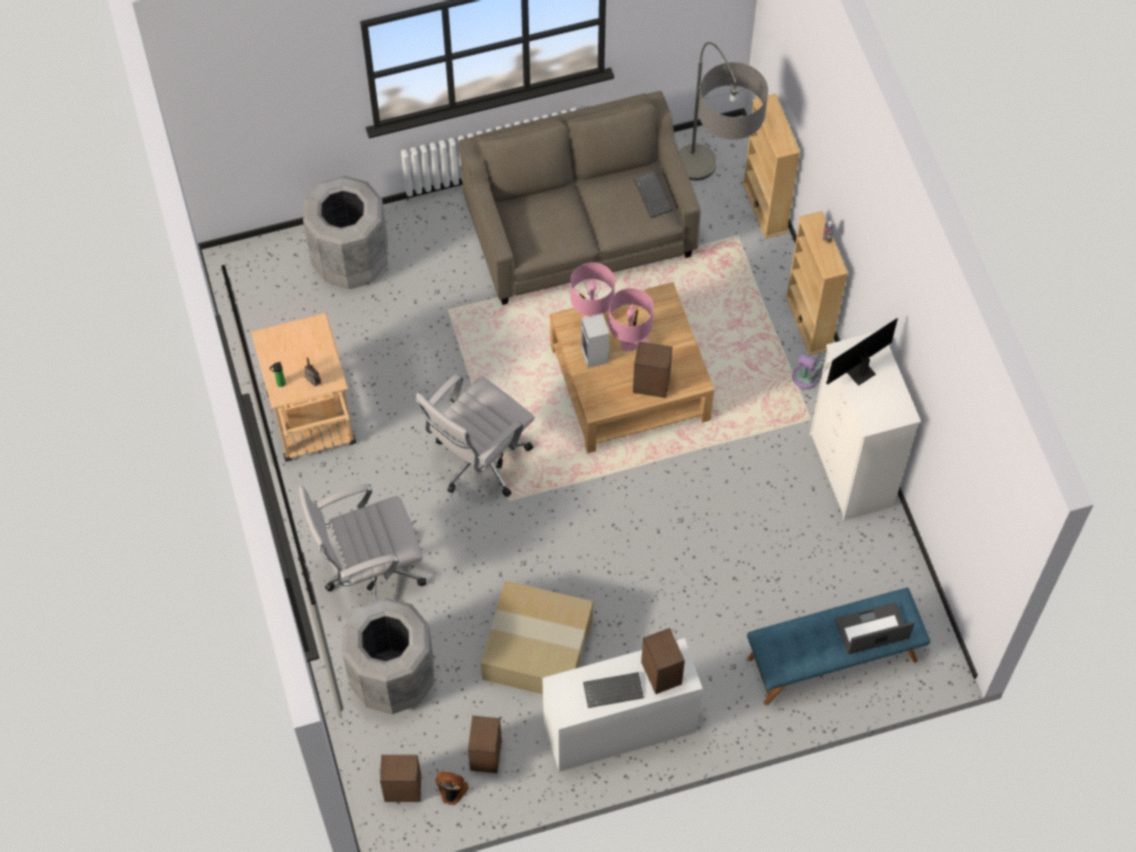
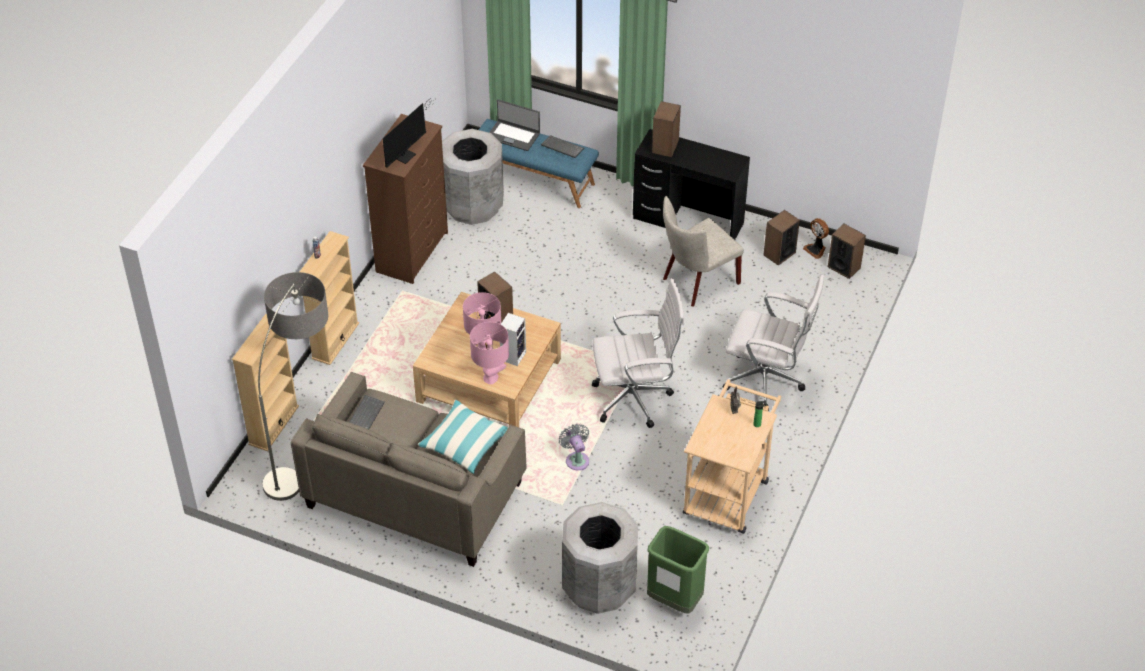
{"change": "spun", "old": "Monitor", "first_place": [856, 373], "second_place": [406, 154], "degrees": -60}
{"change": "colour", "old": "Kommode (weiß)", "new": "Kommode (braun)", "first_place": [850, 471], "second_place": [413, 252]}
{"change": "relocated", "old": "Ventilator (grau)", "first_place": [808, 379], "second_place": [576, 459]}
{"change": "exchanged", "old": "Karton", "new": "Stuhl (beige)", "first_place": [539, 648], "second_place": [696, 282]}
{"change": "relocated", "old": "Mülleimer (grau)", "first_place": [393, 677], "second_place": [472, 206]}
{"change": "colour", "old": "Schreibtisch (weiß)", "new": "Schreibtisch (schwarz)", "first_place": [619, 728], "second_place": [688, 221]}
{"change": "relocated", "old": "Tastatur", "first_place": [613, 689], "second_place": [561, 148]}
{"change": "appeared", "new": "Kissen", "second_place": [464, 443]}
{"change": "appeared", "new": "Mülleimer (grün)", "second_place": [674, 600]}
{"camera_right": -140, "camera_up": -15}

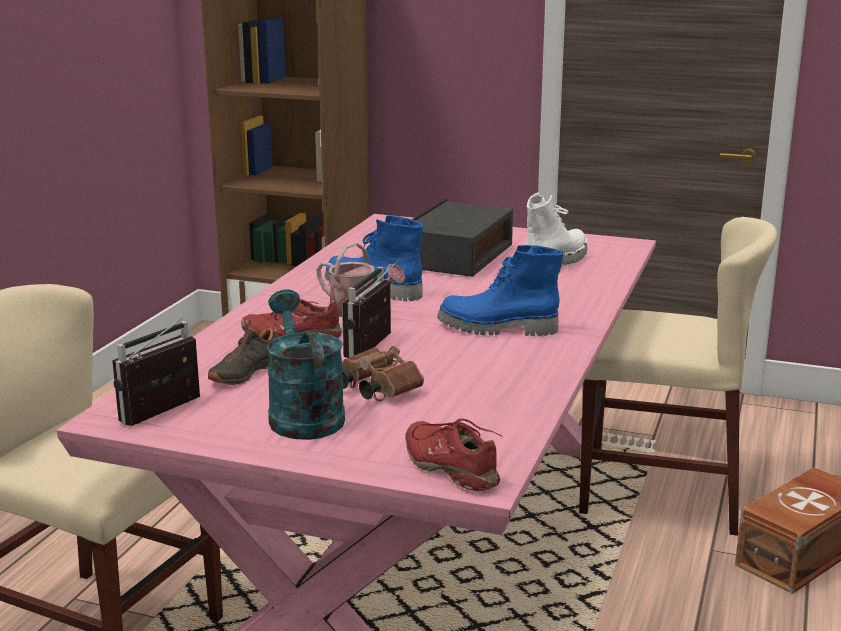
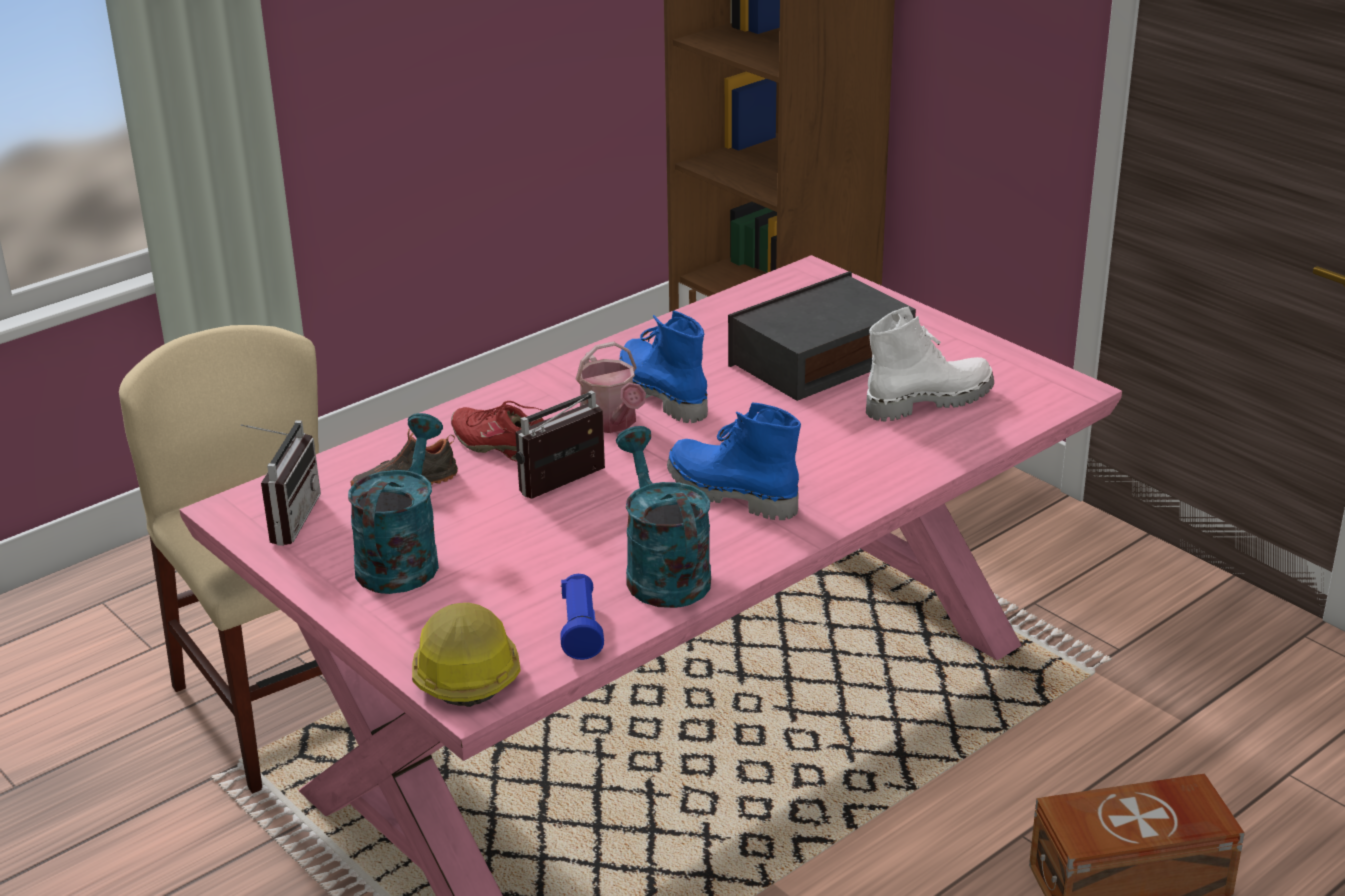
{"change": "missing", "old": "Stuhl (beige)", "first_place": [660, 493]}
{"change": "spun", "old": "Radio", "first_place": [166, 414], "second_place": [284, 519], "degrees": 120}
{"change": "missing", "old": "Fernglas (braun)", "first_place": [375, 389]}
{"change": "exchanged", "old": "Schuh (rot)", "new": "Schutzhelm", "first_place": [451, 467], "second_place": [464, 671]}
{"change": "appeared", "new": "Gießkanne (türkis)", "second_place": [662, 571]}
{"change": "appeared", "new": "Taschenlampe (blau)", "second_place": [581, 630]}
{"camera_right": 30, "camera_up": 10}

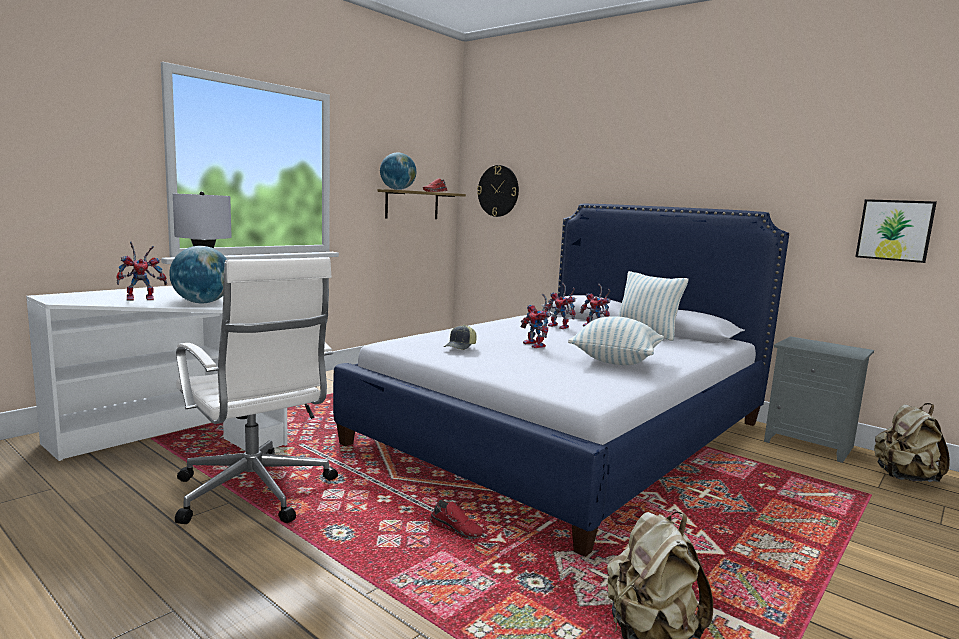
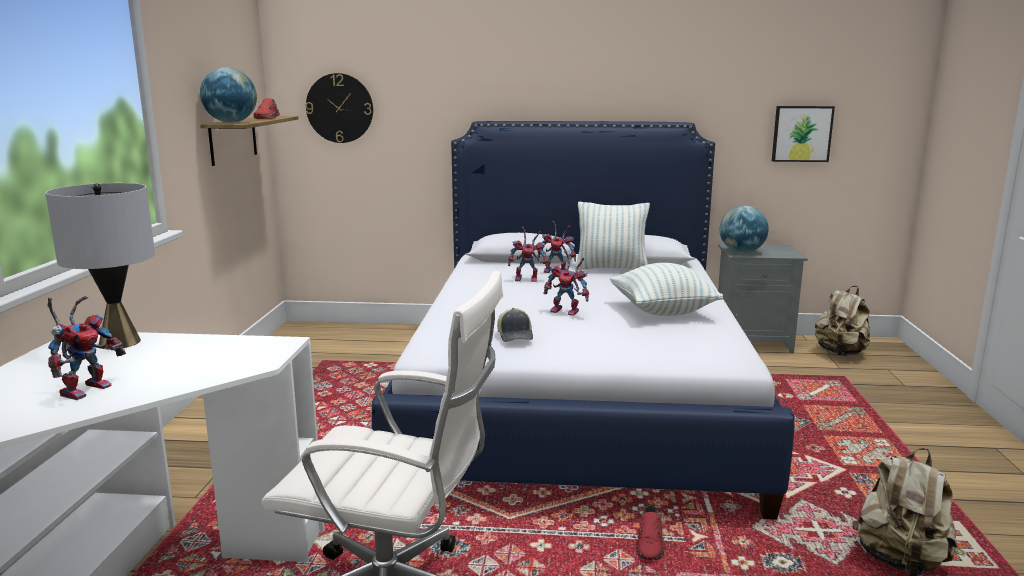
{"change": "relocated", "old": "Globus", "first_place": [202, 303], "second_place": [741, 252]}
{"change": "spun", "old": "Schuh (rot)", "first_place": [457, 529], "second_place": [651, 544], "degrees": 105}
{"camera_right": -35, "camera_up": 5}

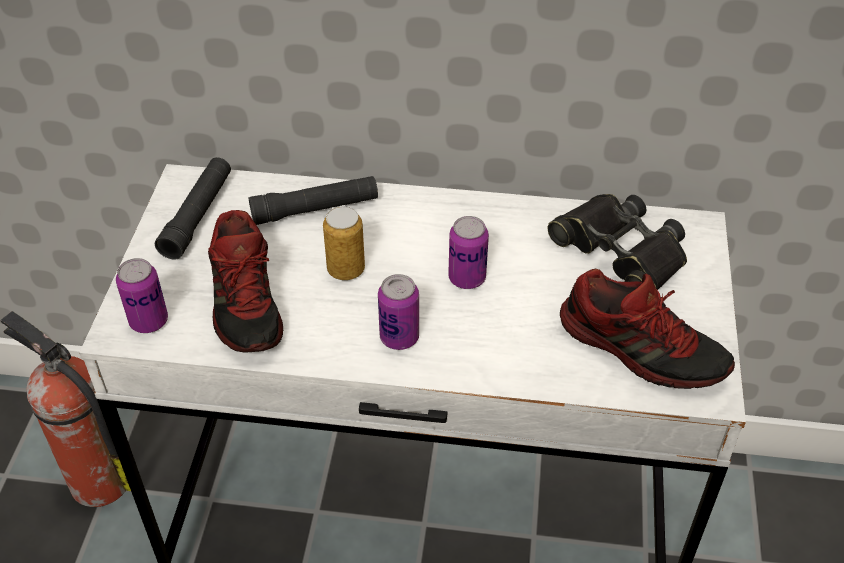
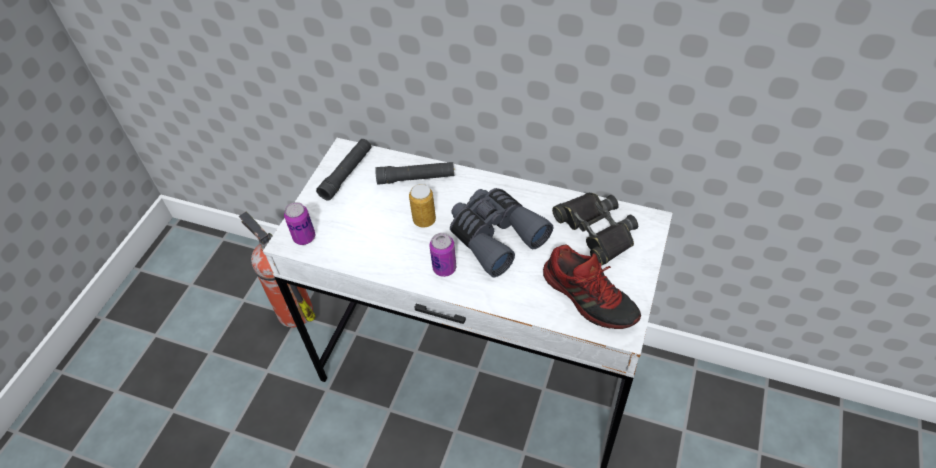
{"change": "missing", "old": "Schuh", "first_place": [248, 301]}
{"change": "exchanged", "old": "Dose", "new": "Fernglas (grau)", "first_place": [467, 278], "second_place": [495, 235]}
{"camera_right": 15, "camera_up": 5}

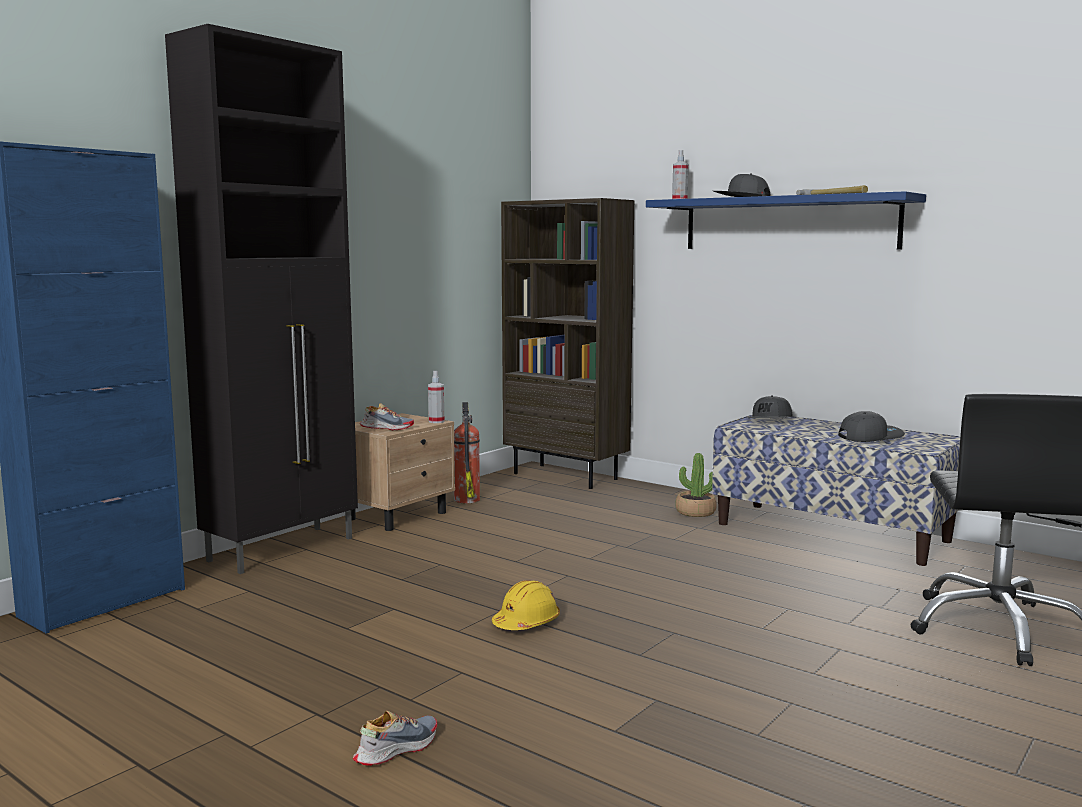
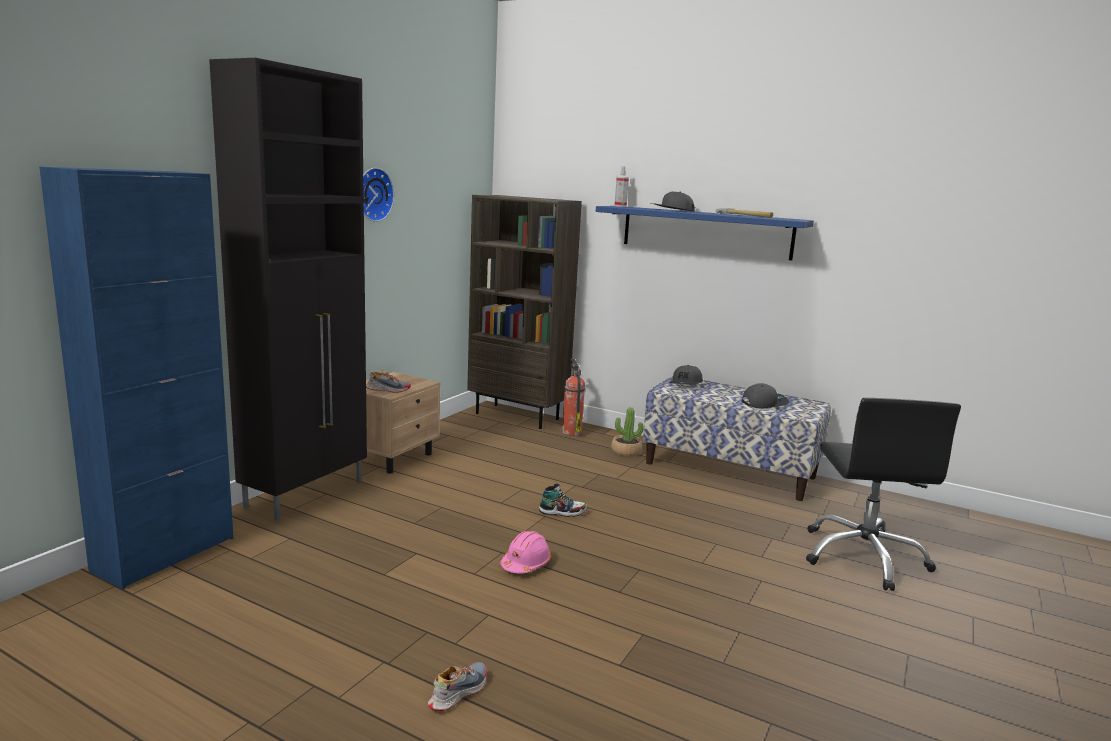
{"change": "missing", "old": "Sprühflasche", "first_place": [436, 421]}
{"change": "relocated", "old": "Feuerlöscher", "first_place": [466, 499], "second_place": [571, 432]}
{"change": "colour", "old": "Schutzhelm (gelb)", "new": "Schutzhelm (rosa)", "first_place": [526, 623], "second_place": [526, 564]}
{"change": "appeared", "new": "Wanduhr", "second_place": [372, 194]}
{"change": "appeared", "new": "Schuh", "second_place": [562, 512]}
{"camera_right": -10, "camera_up": 5}

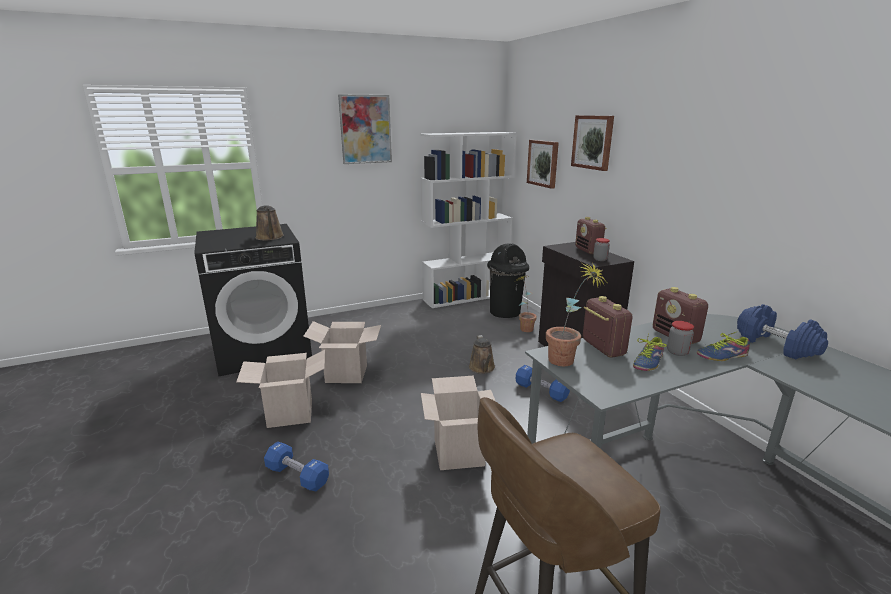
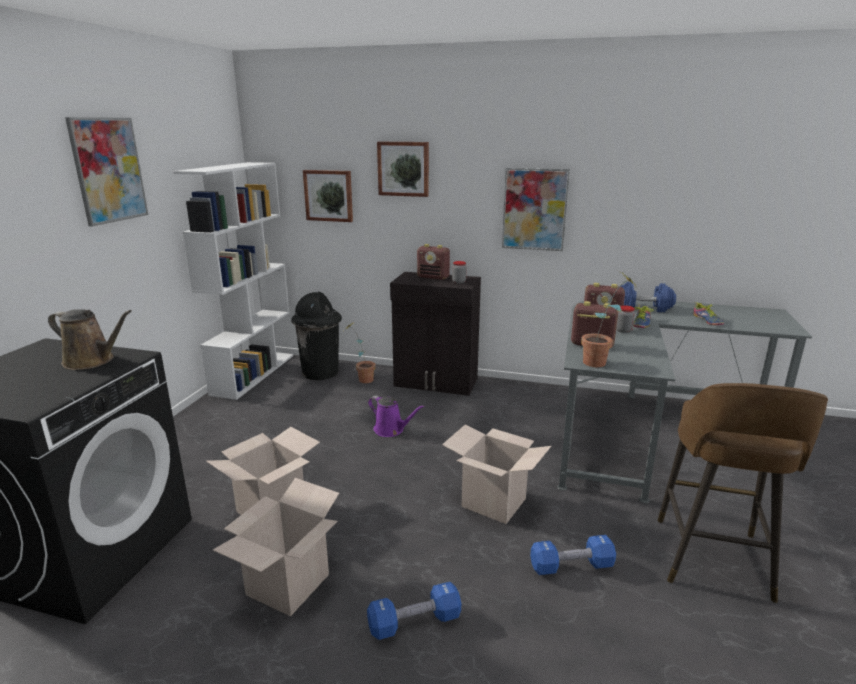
{"change": "relocated", "old": "Schuh", "first_place": [646, 361], "second_place": [706, 320]}
{"change": "colour", "old": "Gießkanne (braun)", "new": "Gießkanne (lila)", "first_place": [482, 368], "second_place": [391, 430]}
{"change": "relocated", "old": "Hantel (blau)", "first_place": [541, 391], "second_place": [571, 566]}
{"change": "appeared", "new": "Bild", "second_place": [534, 209]}
{"camera_right": -50, "camera_up": 0}

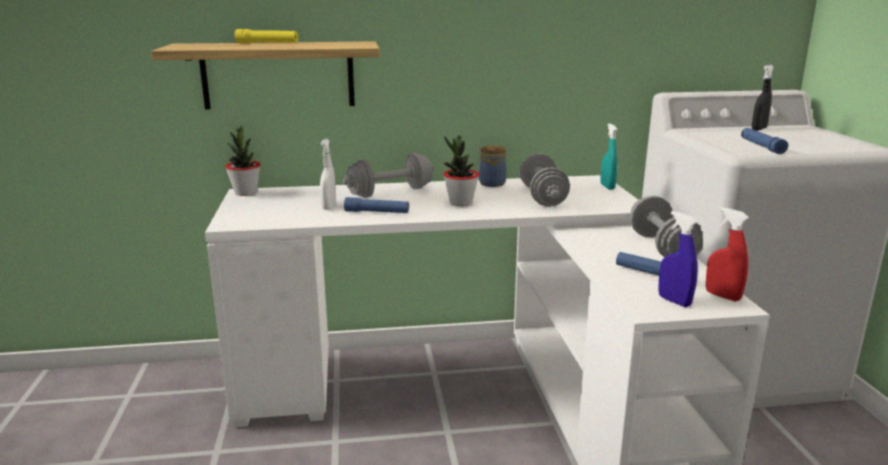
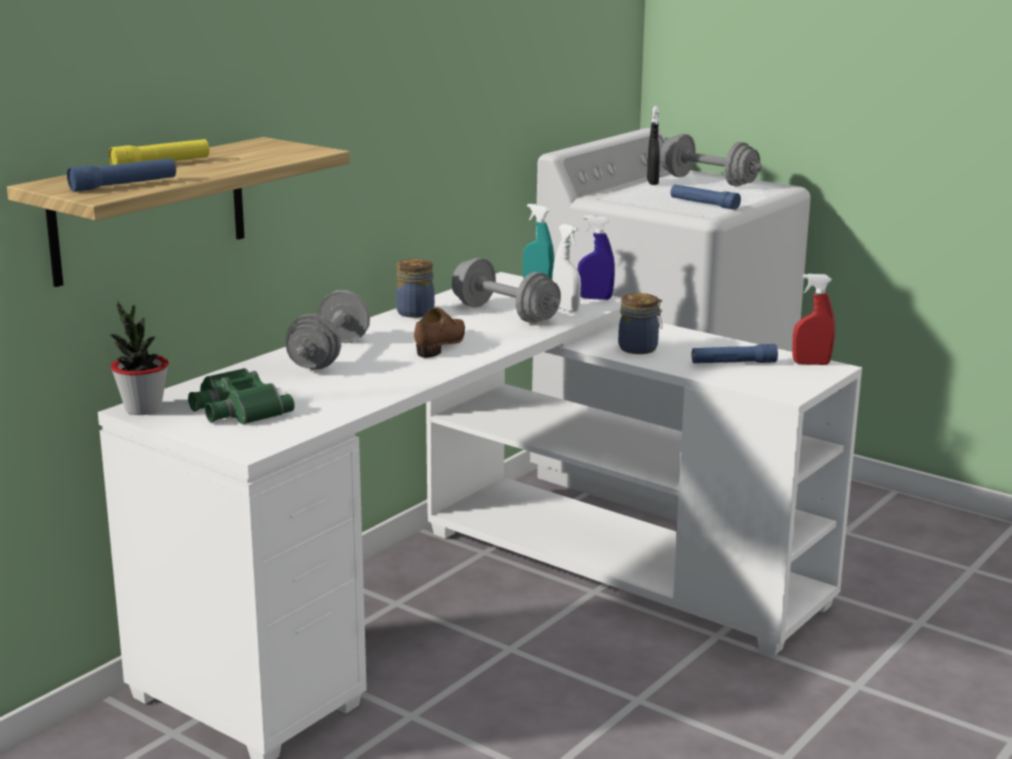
{"change": "exchanged", "old": "Topfpflanze", "new": "Schuh (braun)", "first_place": [460, 203], "second_place": [442, 344]}
{"change": "relocated", "old": "Sprühflasche (weiß)", "first_place": [329, 207], "second_place": [565, 309]}
{"change": "relocated", "old": "Hantel (grau)", "first_place": [662, 247], "second_place": [708, 181]}
{"change": "relocated", "old": "Taschenlampe (blau)", "first_place": [377, 212], "second_place": [124, 185]}
{"change": "relocated", "old": "Sprühflasche (blau)", "first_place": [674, 301], "second_place": [595, 298]}
{"change": "appeared", "new": "Vorratsglas", "second_place": [639, 348]}
{"change": "appeared", "new": "Fernglas (grün)", "second_place": [236, 408]}
{"camera_right": -45, "camera_up": 0}

